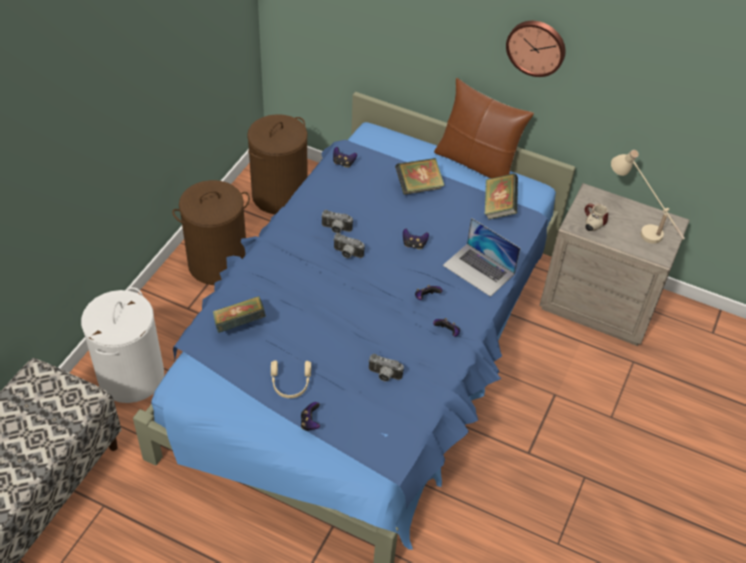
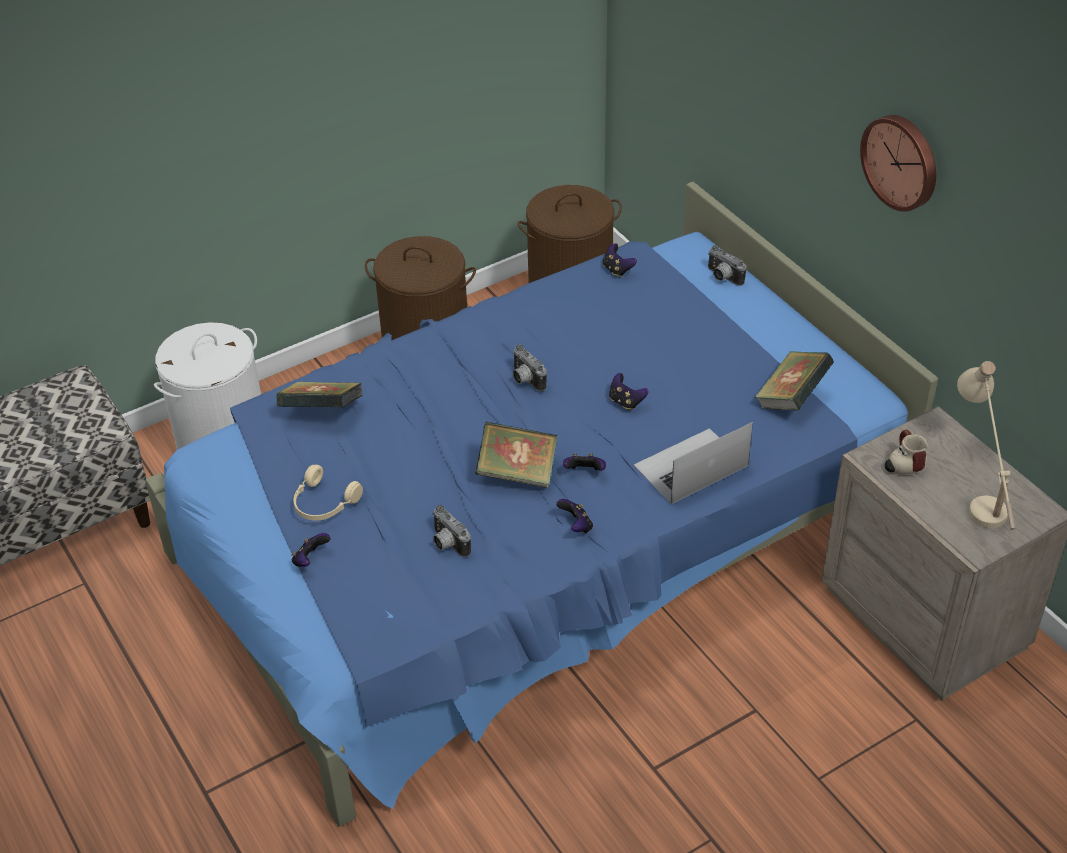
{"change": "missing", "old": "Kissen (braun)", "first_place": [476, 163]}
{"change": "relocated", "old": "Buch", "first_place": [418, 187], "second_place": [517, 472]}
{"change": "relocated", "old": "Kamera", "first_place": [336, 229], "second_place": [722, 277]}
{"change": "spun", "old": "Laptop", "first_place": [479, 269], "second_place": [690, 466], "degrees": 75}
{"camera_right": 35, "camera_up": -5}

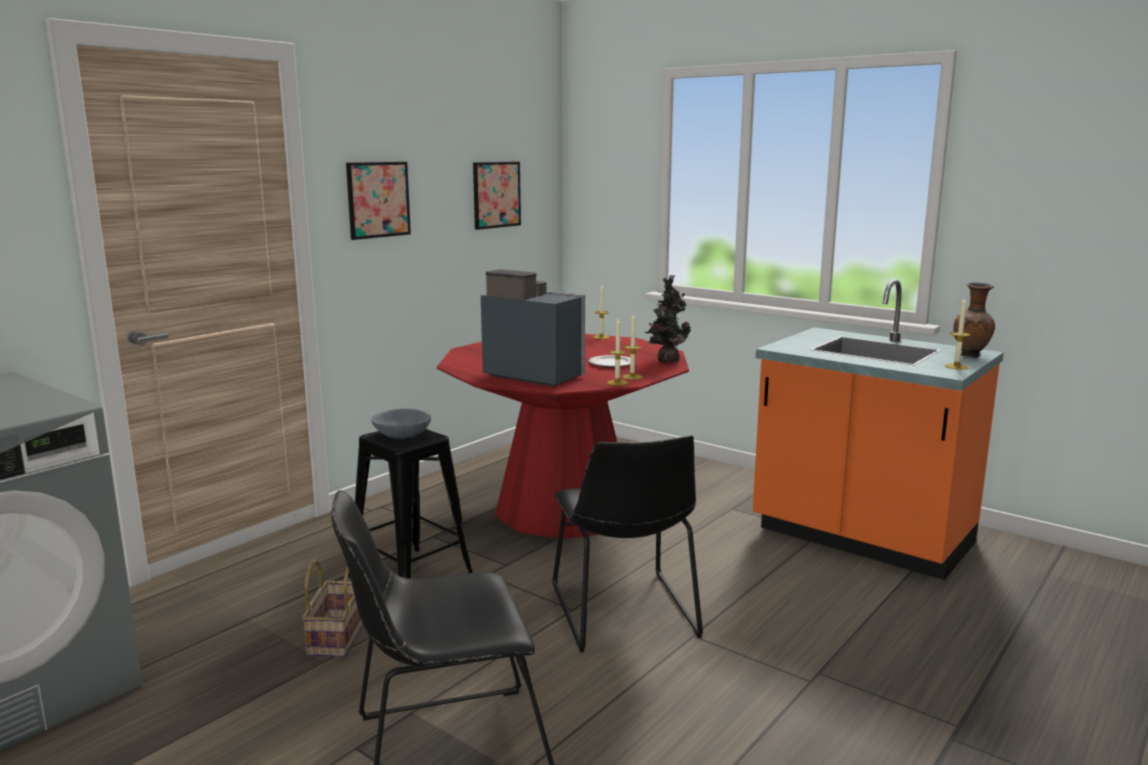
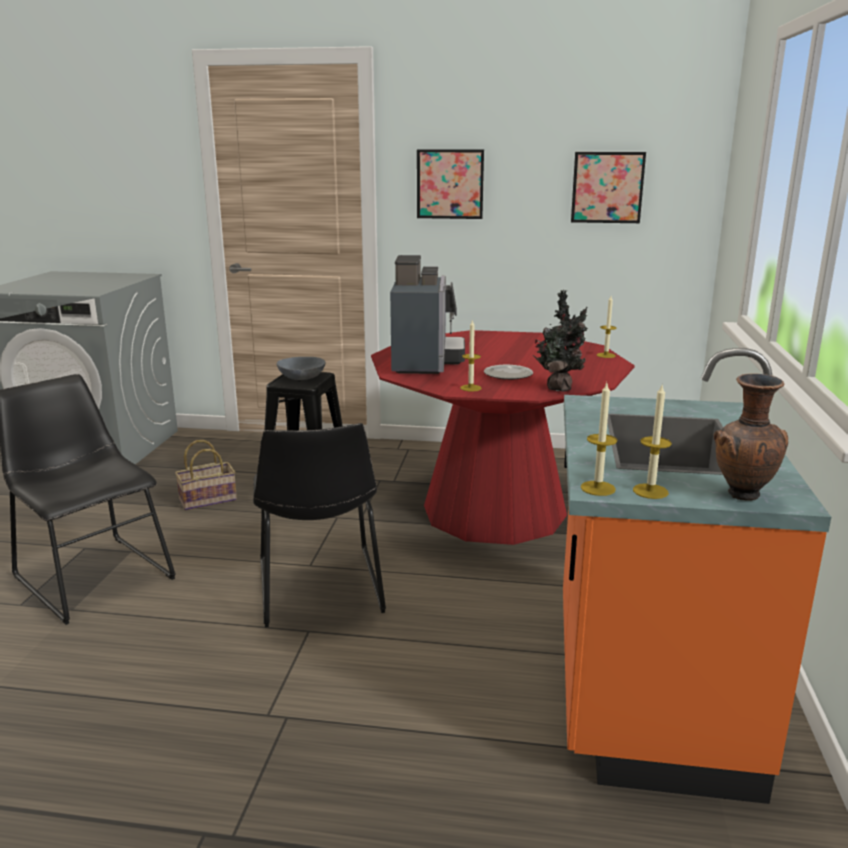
{"change": "relocated", "old": "Kerze", "first_place": [617, 383], "second_place": [598, 488]}
{"change": "spun", "old": "Stuhl (schwarz)", "first_place": [625, 614], "second_place": [320, 589], "degrees": -60}
{"camera_right": 60, "camera_up": 5}

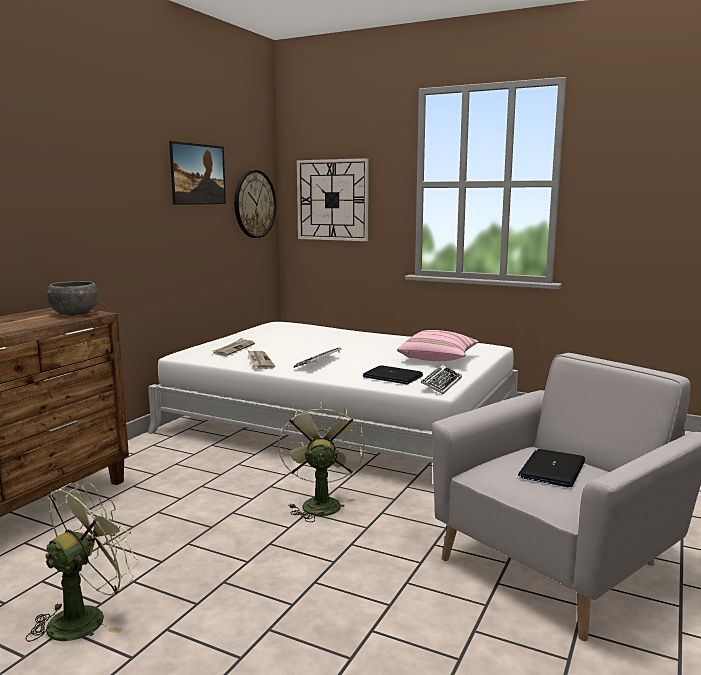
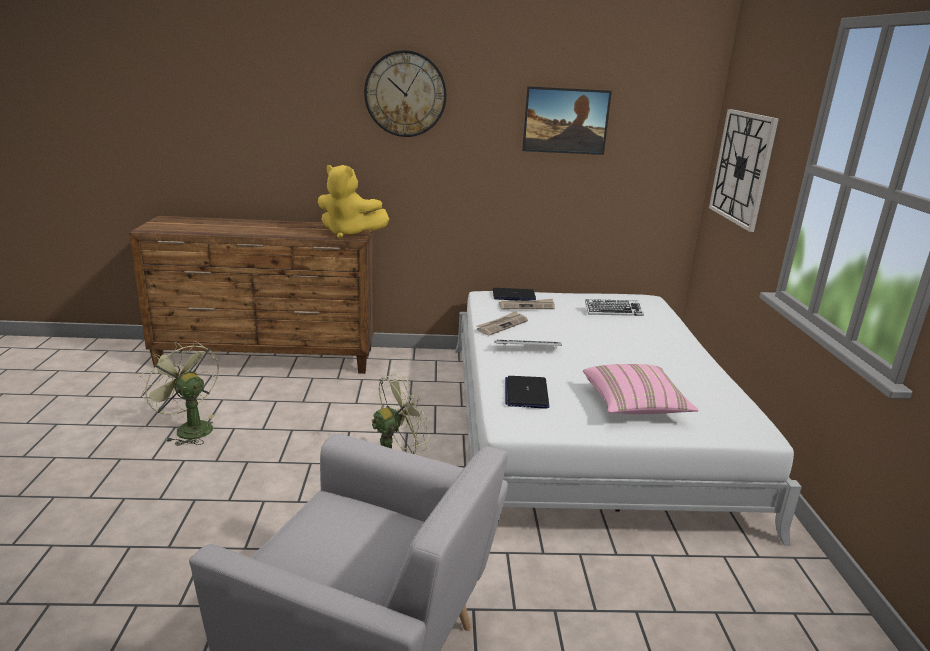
{"change": "relocated", "old": "Wanduhr", "first_place": [254, 204], "second_place": [405, 94]}
{"change": "exchanged", "old": "Schüssel (grau)", "new": "Plüschtier (gelb)", "first_place": [74, 314], "second_place": [349, 234]}
{"change": "relocated", "old": "Tastatur", "first_place": [441, 383], "second_place": [613, 311]}
{"change": "relocated", "old": "Laptop", "first_place": [552, 469], "second_place": [514, 296]}
{"change": "spun", "old": "Ventilator (grün)", "first_place": [86, 617], "second_place": [188, 428], "degrees": -150}
{"camera_right": 60, "camera_up": 10}

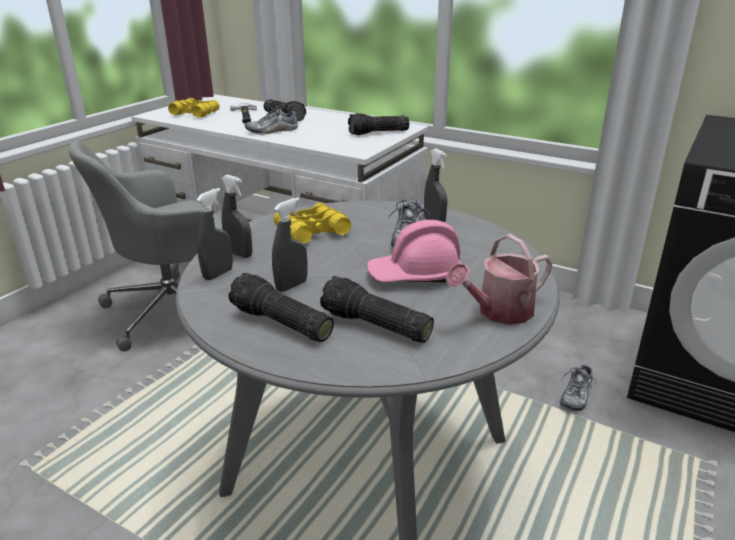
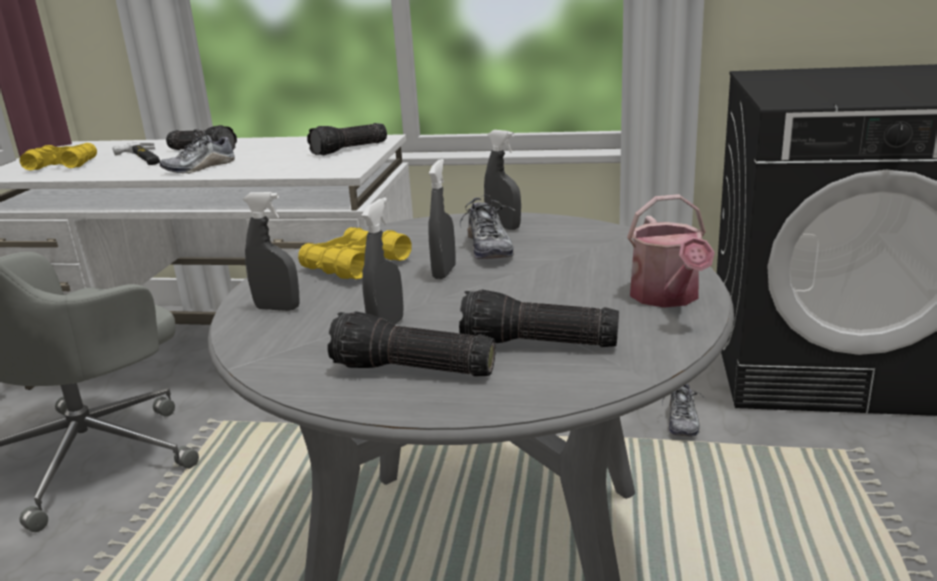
{"change": "relocated", "old": "Sprühflasche (grau)", "first_place": [218, 274], "second_place": [444, 272]}
{"change": "missing", "old": "Schutzhelm (rosa)", "first_place": [415, 275]}
{"change": "spun", "old": "Gießkanne", "first_place": [498, 312], "second_place": [667, 297], "degrees": -45}
{"camera_right": -20, "camera_up": -5}

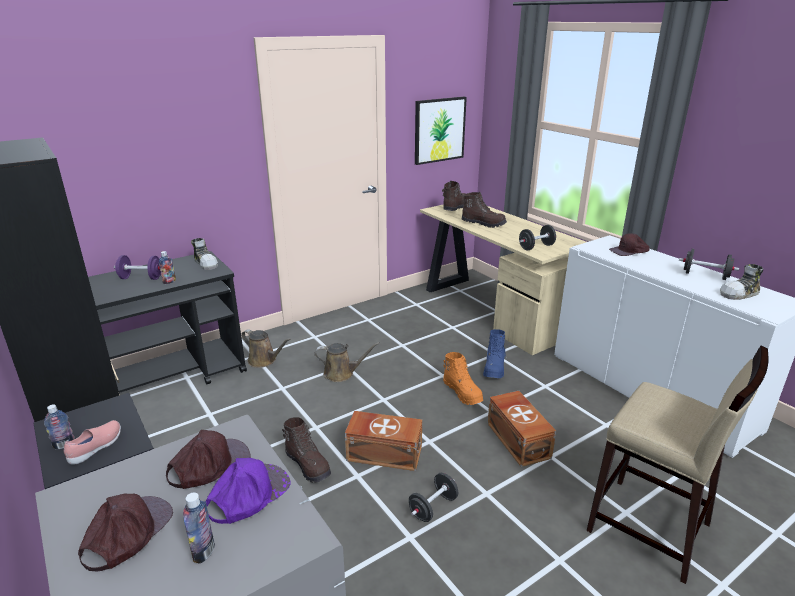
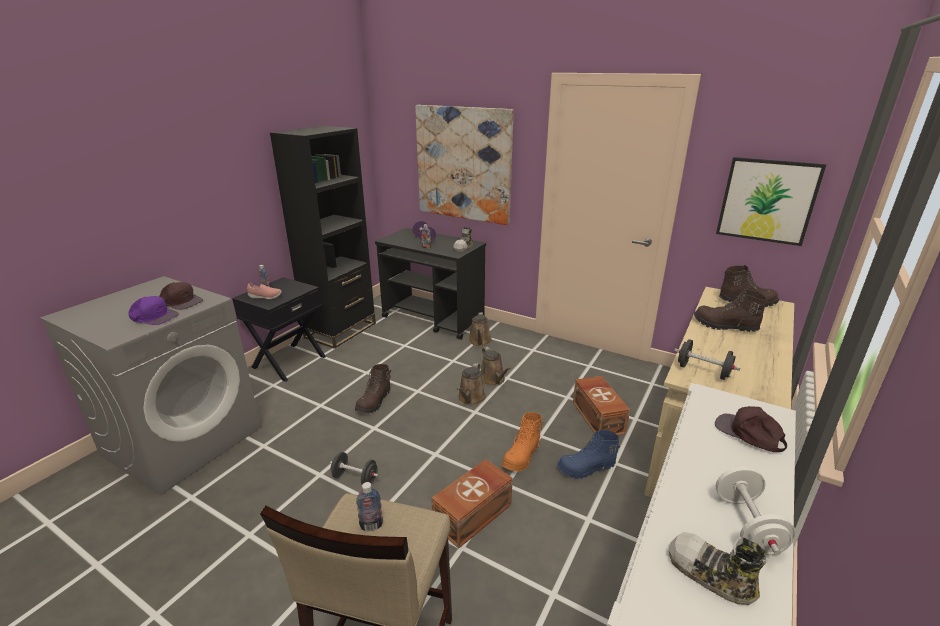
{"change": "spun", "old": "Stiefel (braun)", "first_place": [483, 223], "second_place": [724, 326], "degrees": 120}
{"change": "colour", "old": "Hantel (schwarz)", "new": "Hantel (weiß)", "first_place": [705, 275], "second_place": [747, 525]}
{"change": "relocated", "old": "Aufbewahrungsbox (braun)", "first_place": [383, 452], "second_place": [598, 417]}
{"change": "relocated", "old": "Flasche", "first_place": [204, 552], "second_place": [371, 526]}
{"change": "missing", "old": "Kappe (braun)", "first_place": [126, 533]}
{"change": "appeared", "new": "Bild", "second_place": [463, 164]}
{"change": "appeared", "new": "Gießkanne (braun)", "second_place": [470, 398]}
{"camera_right": 65, "camera_up": 0}

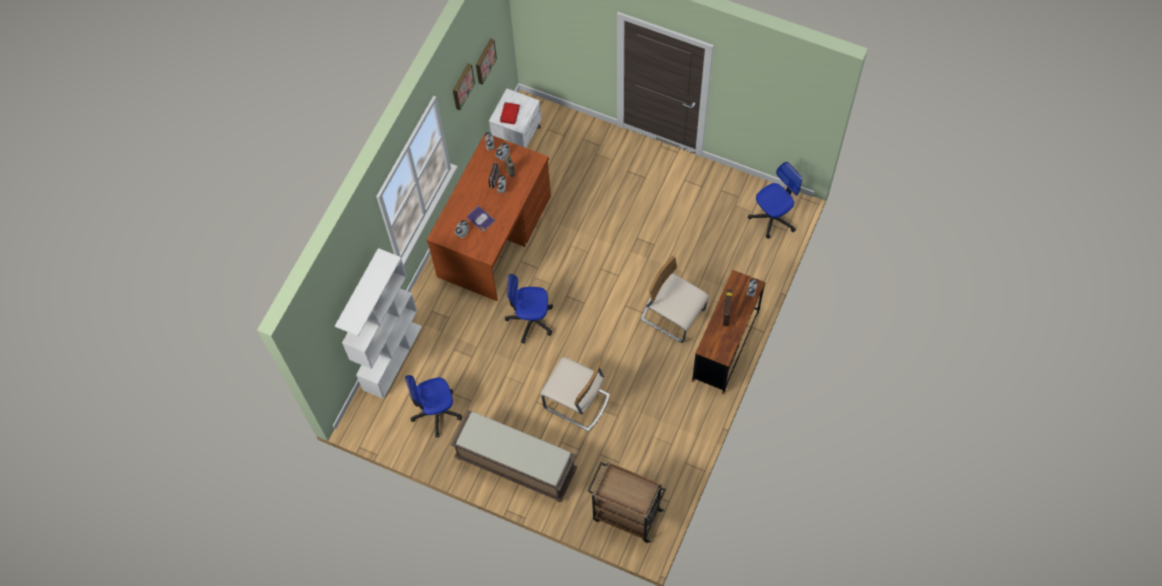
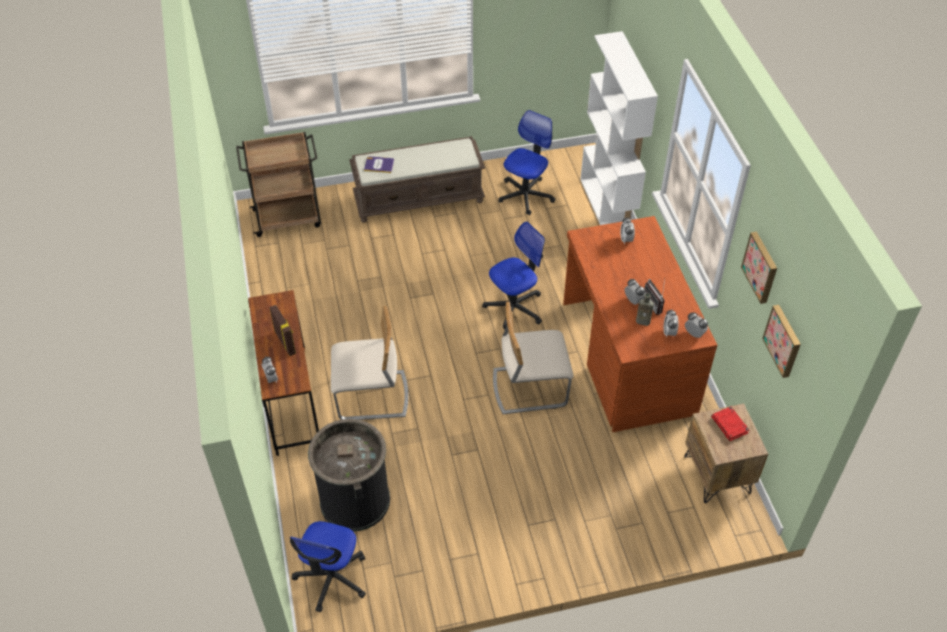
{"change": "colour", "old": "Nachttisch (weiß)", "new": "Nachttisch (braun)", "first_place": [517, 137], "second_place": [717, 474]}
{"change": "relocated", "old": "Buch", "first_place": [480, 219], "second_place": [379, 165]}
{"change": "relocated", "old": "Stuhl (beige)", "first_place": [576, 402], "second_place": [529, 387]}
{"change": "appeared", "new": "Mülleimer (schwarz)", "second_place": [355, 500]}
{"camera_right": 140, "camera_up": -15}

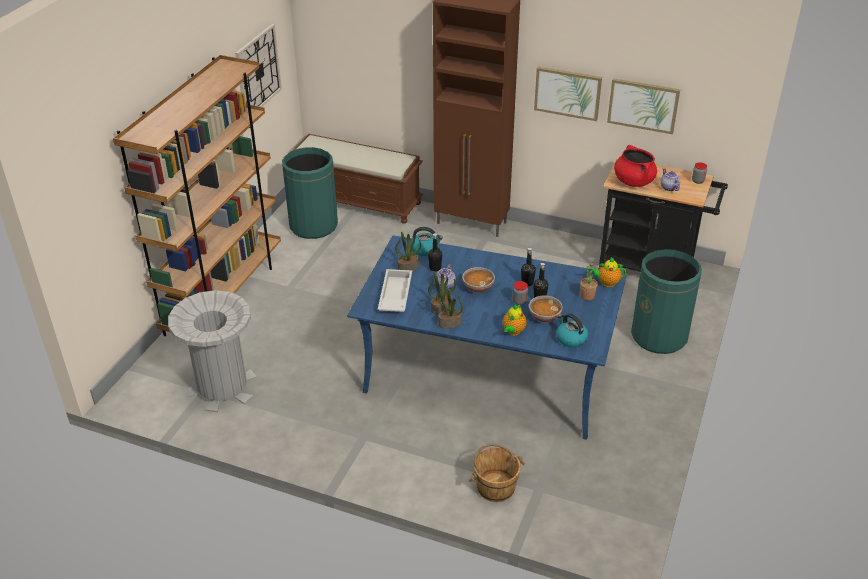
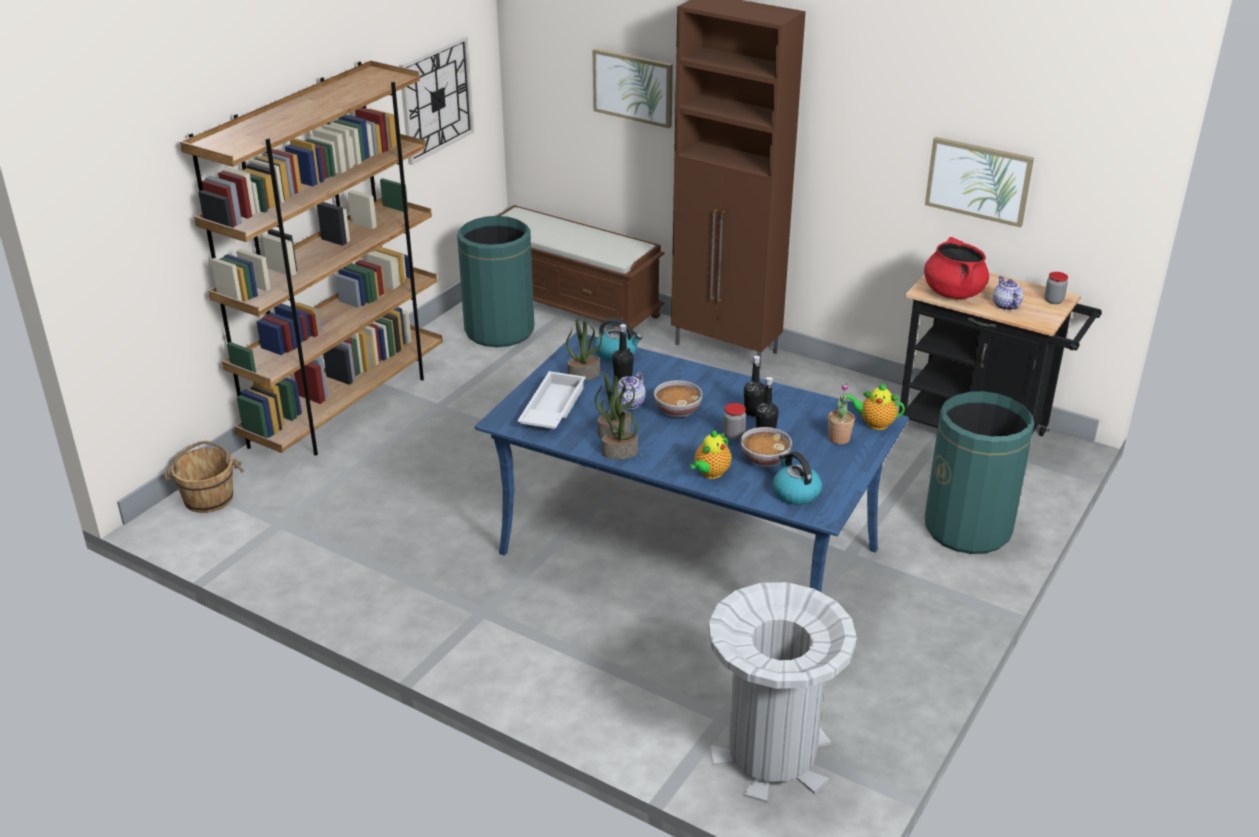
{"change": "relocated", "old": "Bild", "first_place": [567, 93], "second_place": [633, 87]}
{"change": "relocated", "old": "Mülleimer (grau)", "first_place": [222, 388], "second_place": [772, 756]}
{"change": "relocated", "old": "Eimer (braun)", "first_place": [495, 486], "second_place": [209, 498]}
{"camera_right": 10, "camera_up": -5}

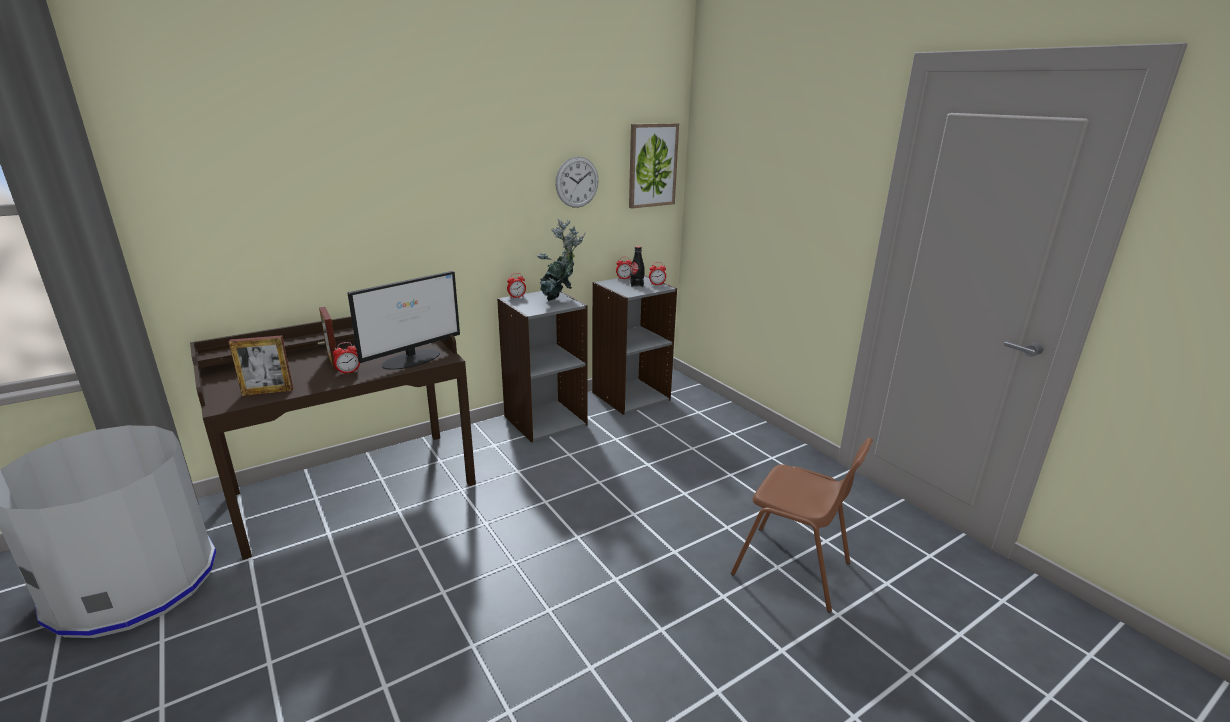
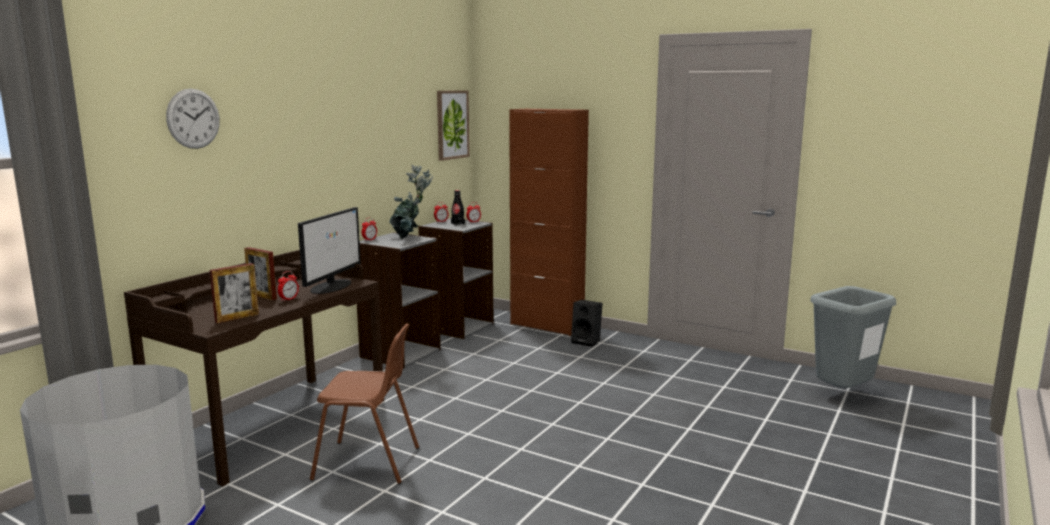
{"change": "relocated", "old": "Wanduhr", "first_place": [577, 182], "second_place": [193, 118]}
{"change": "relocated", "old": "Stuhl (braun)", "first_place": [792, 569], "second_place": [368, 463]}
{"change": "appeared", "new": "Schrank (braun)", "second_place": [547, 325]}
{"change": "appeared", "new": "Mülleimer (grau)", "second_place": [842, 396]}
{"change": "appeared", "new": "Lautsprecher (schwarz)", "second_place": [587, 341]}
{"camera_right": -25, "camera_up": -10}

